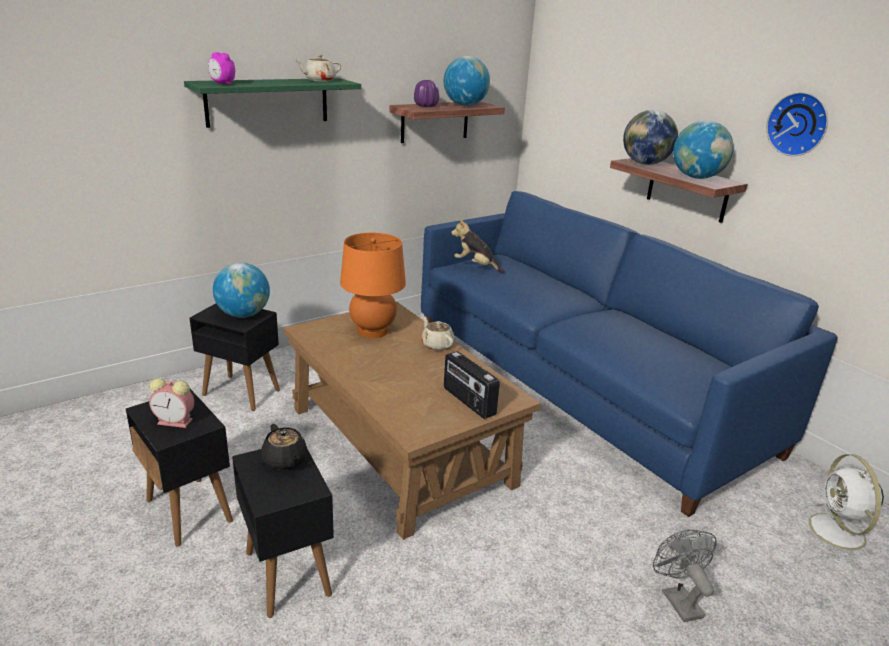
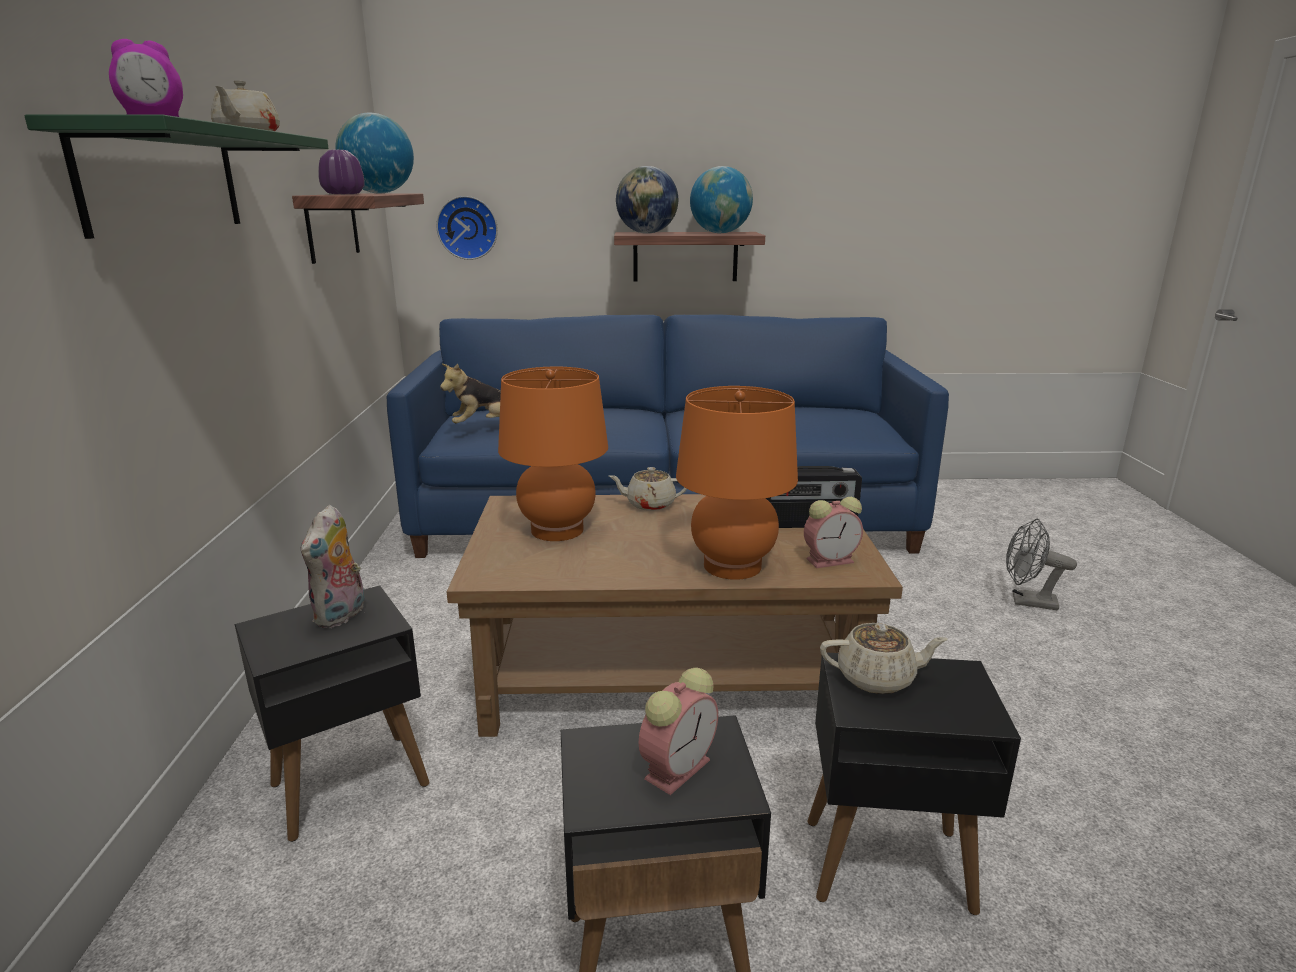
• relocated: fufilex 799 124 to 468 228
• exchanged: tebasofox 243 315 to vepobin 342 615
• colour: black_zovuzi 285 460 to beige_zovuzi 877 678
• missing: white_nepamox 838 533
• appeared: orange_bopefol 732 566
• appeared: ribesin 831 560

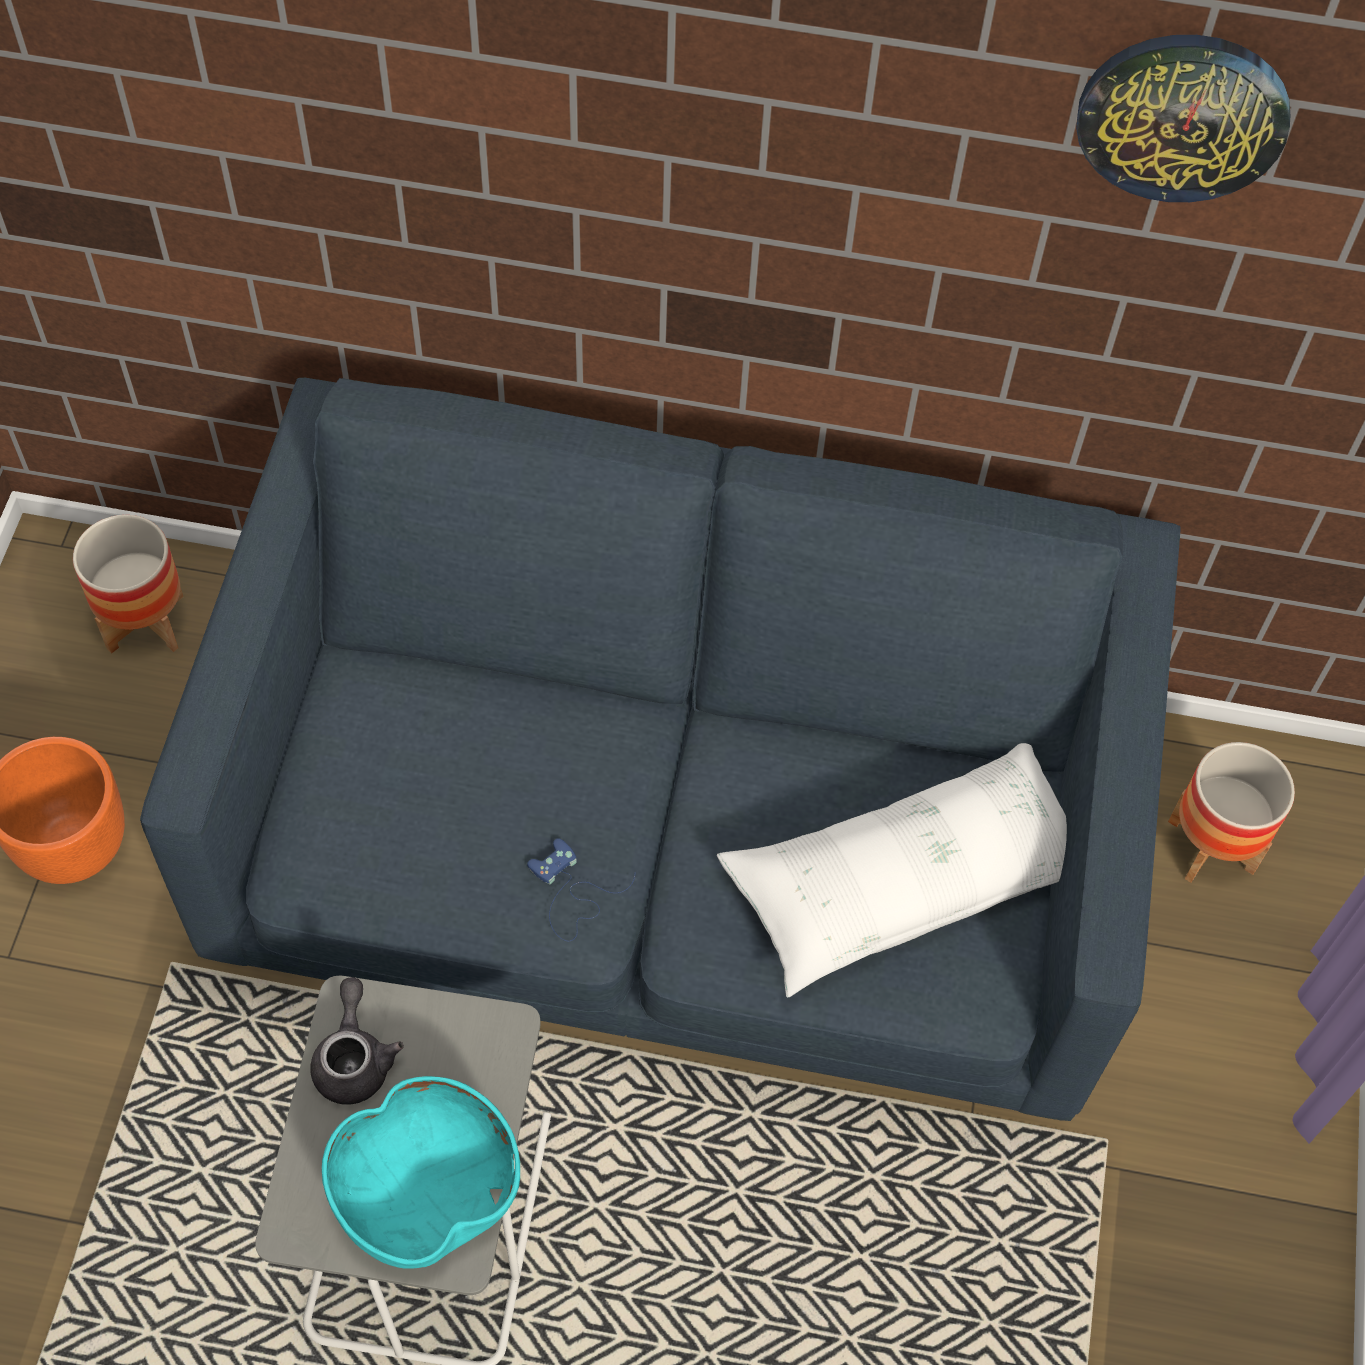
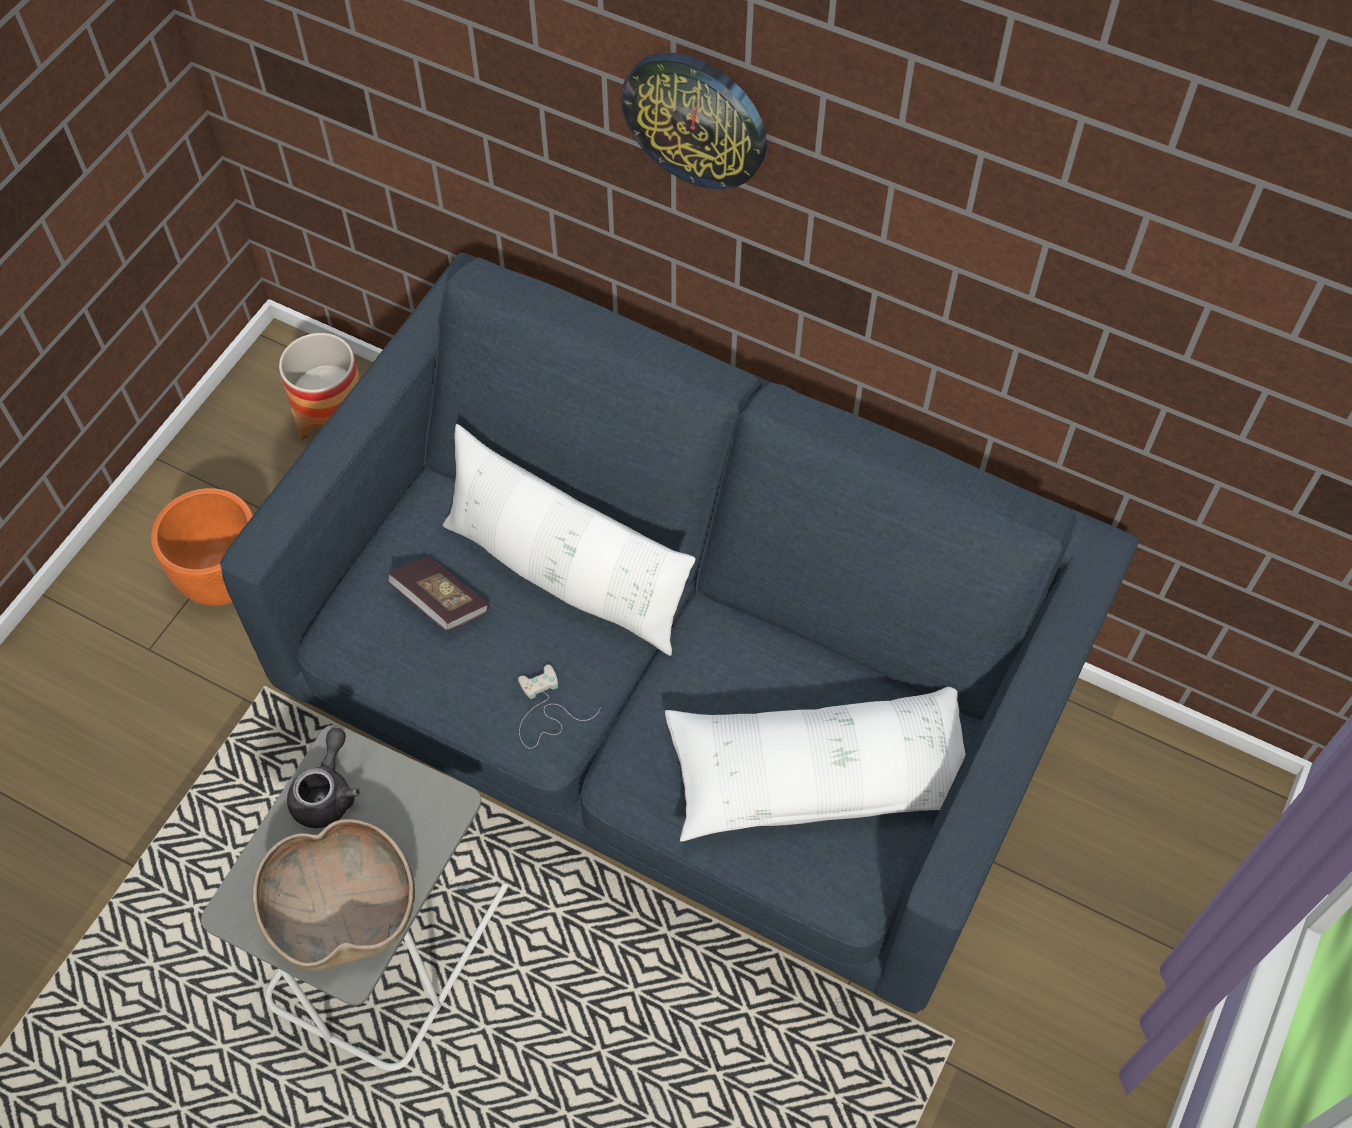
• relocated: fufilex 1182 116 to 695 119
• missing: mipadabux 1211 846
• colour: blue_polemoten 572 893 to white_polemoten 546 711
• colour: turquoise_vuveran 426 1190 to brown_vuveran 344 912
• appeared: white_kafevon 565 575
• appeared: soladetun 440 603

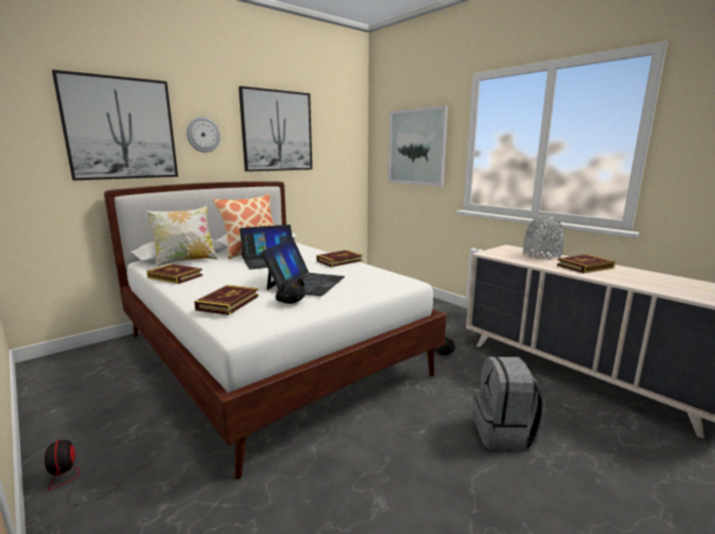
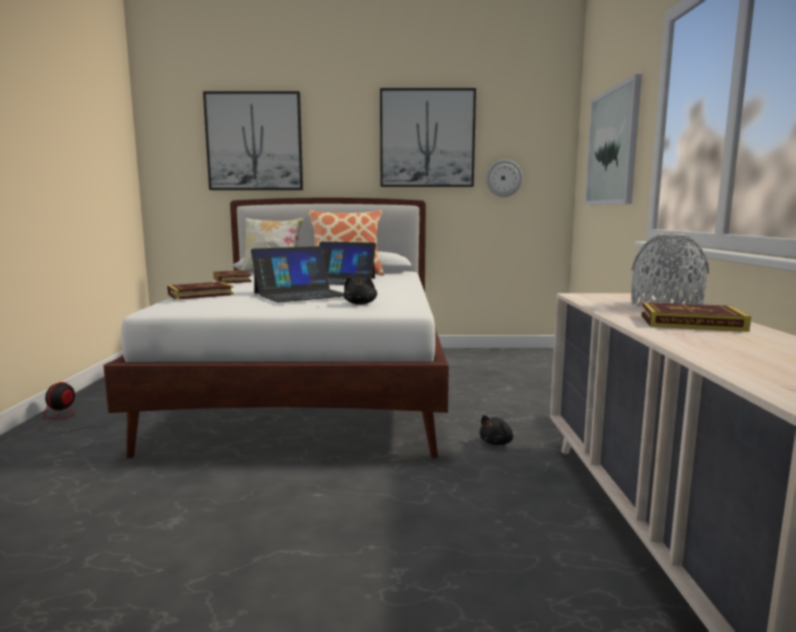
• relocated: fufilex 203 135 to 504 178
• missing: soladetun 339 261
• relocated: black_vepobin 290 301 to 360 304
• missing: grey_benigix 504 433

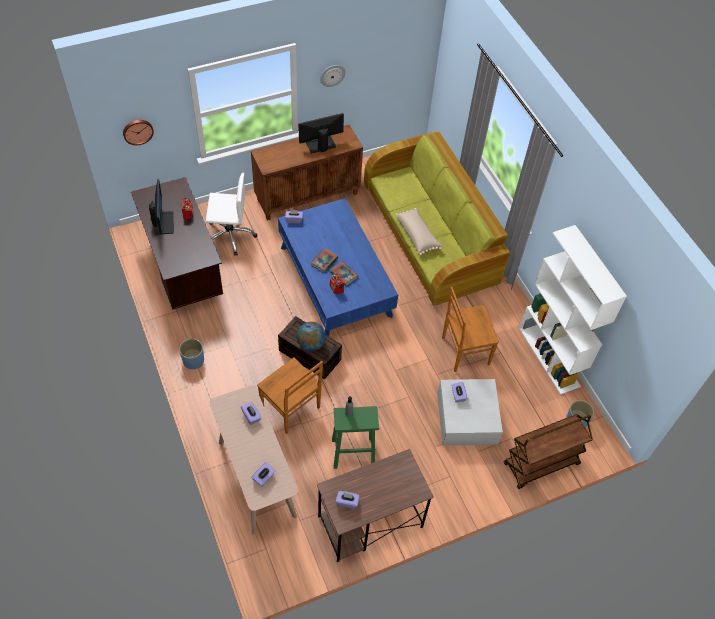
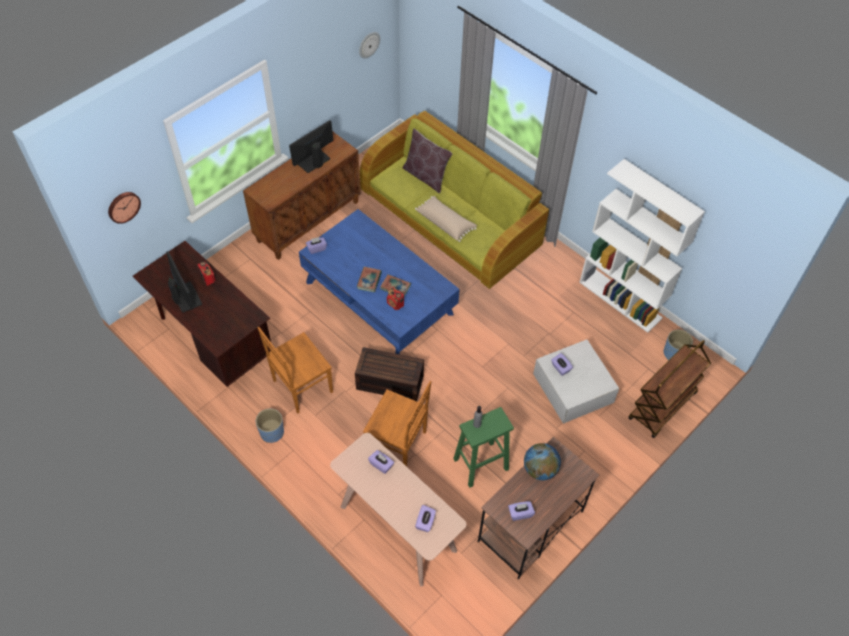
• relocated: fufilex 332 75 to 369 44
• missing: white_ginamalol 230 235
• relocated: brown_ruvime 464 351 to 301 387
• relocated: tebasofox 311 344 to 540 469
• appeared: brown_kafevon 426 176

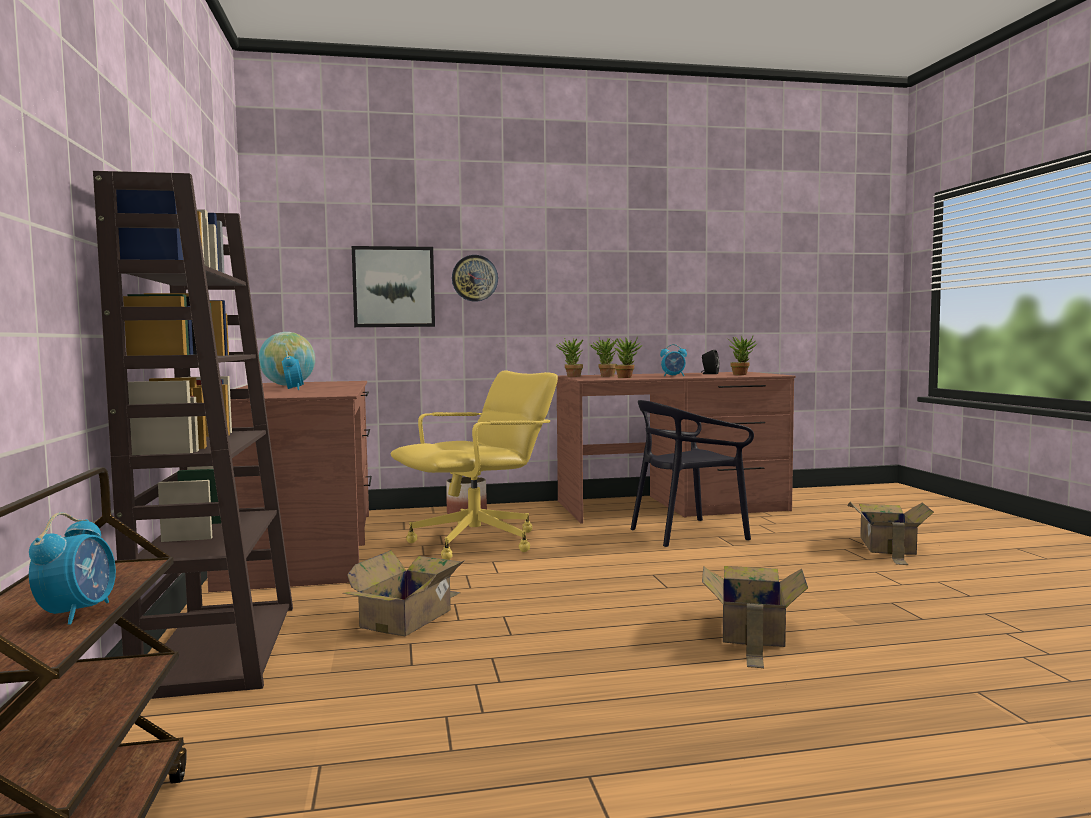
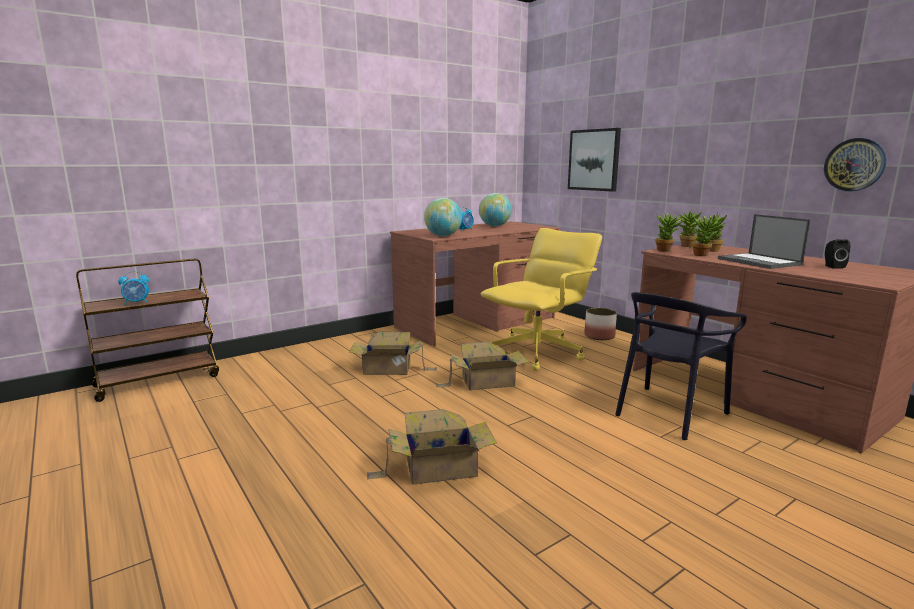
• missing: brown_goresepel 219 647
• relocated: fufilex 474 278 to 854 164
• relocated: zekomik 741 374 to 666 250
• exchanged: ribesin 673 376 to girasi 760 262
• spun: yellow_ginamalol 477 542 = 538 353 75 degrees counterclockwise
• spun: black_ruvime 688 533 = 668 412 90 degrees counterclockwise
• relocated: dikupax 887 546 to 485 382
• appeared: tebasofox 443 236

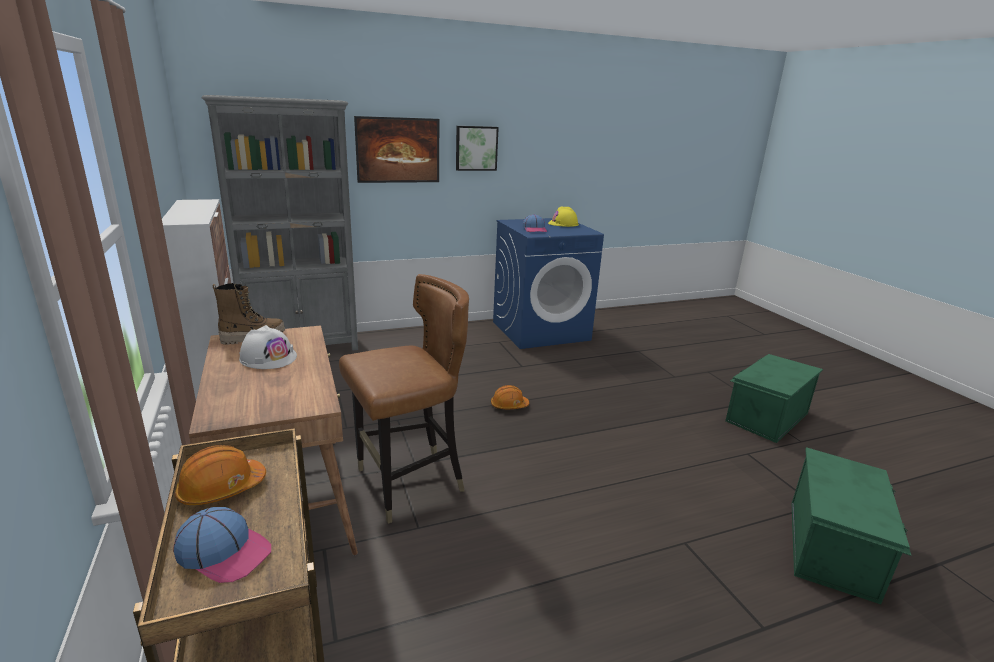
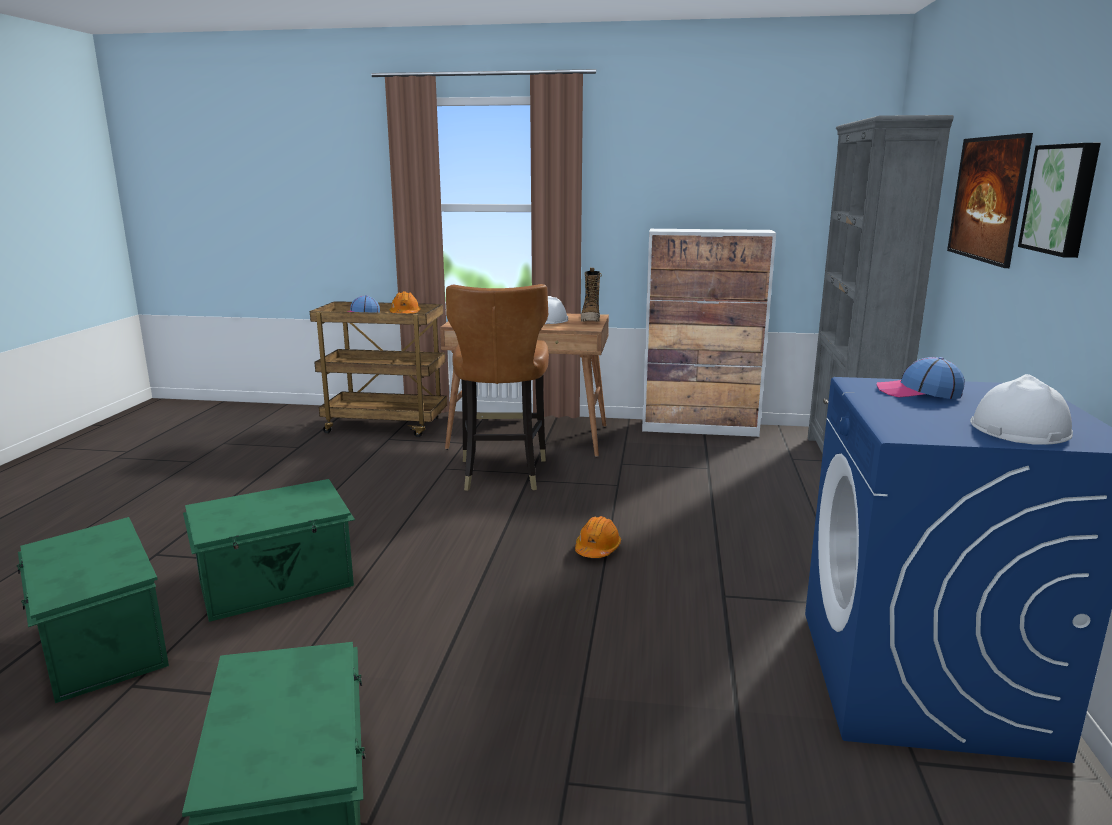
• colour: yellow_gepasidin 563 224 to white_gepasidin 1019 429
• appeared: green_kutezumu 278 584

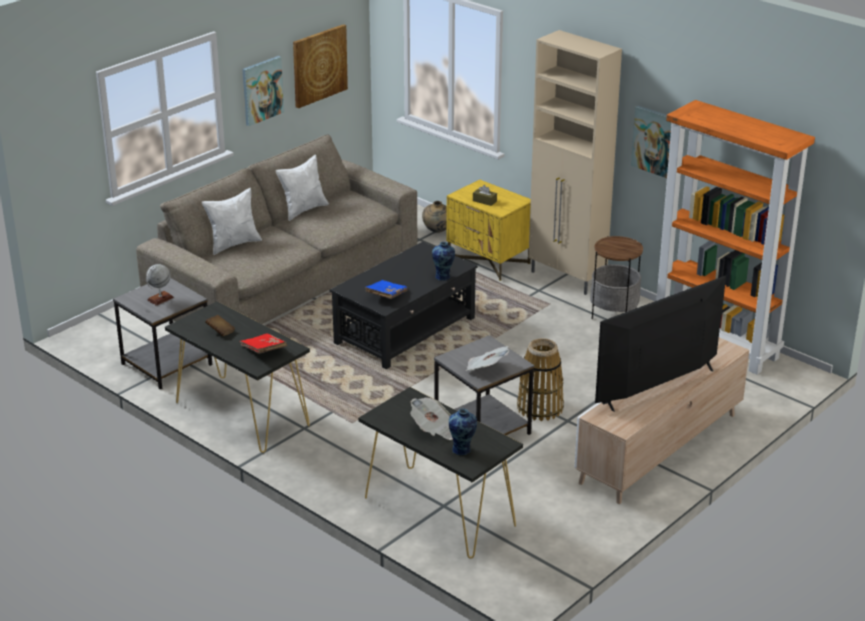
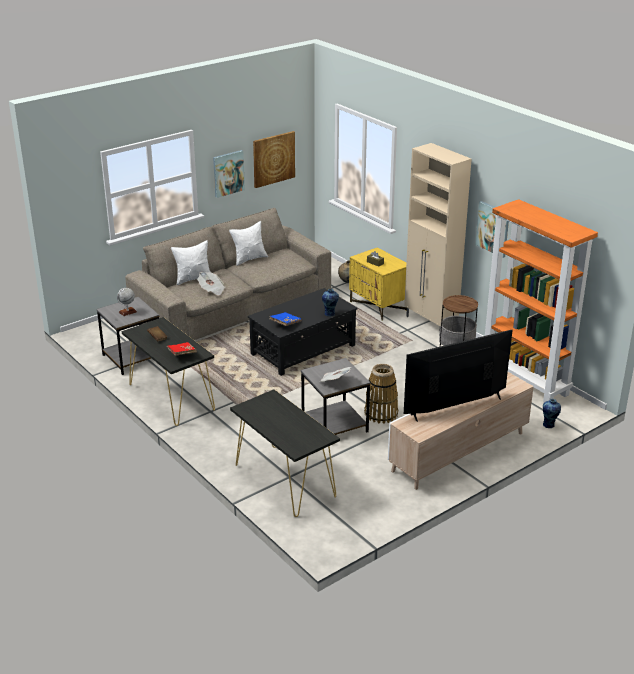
• relocated: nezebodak 434 429 to 212 290
• relocated: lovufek 462 450 to 549 425

